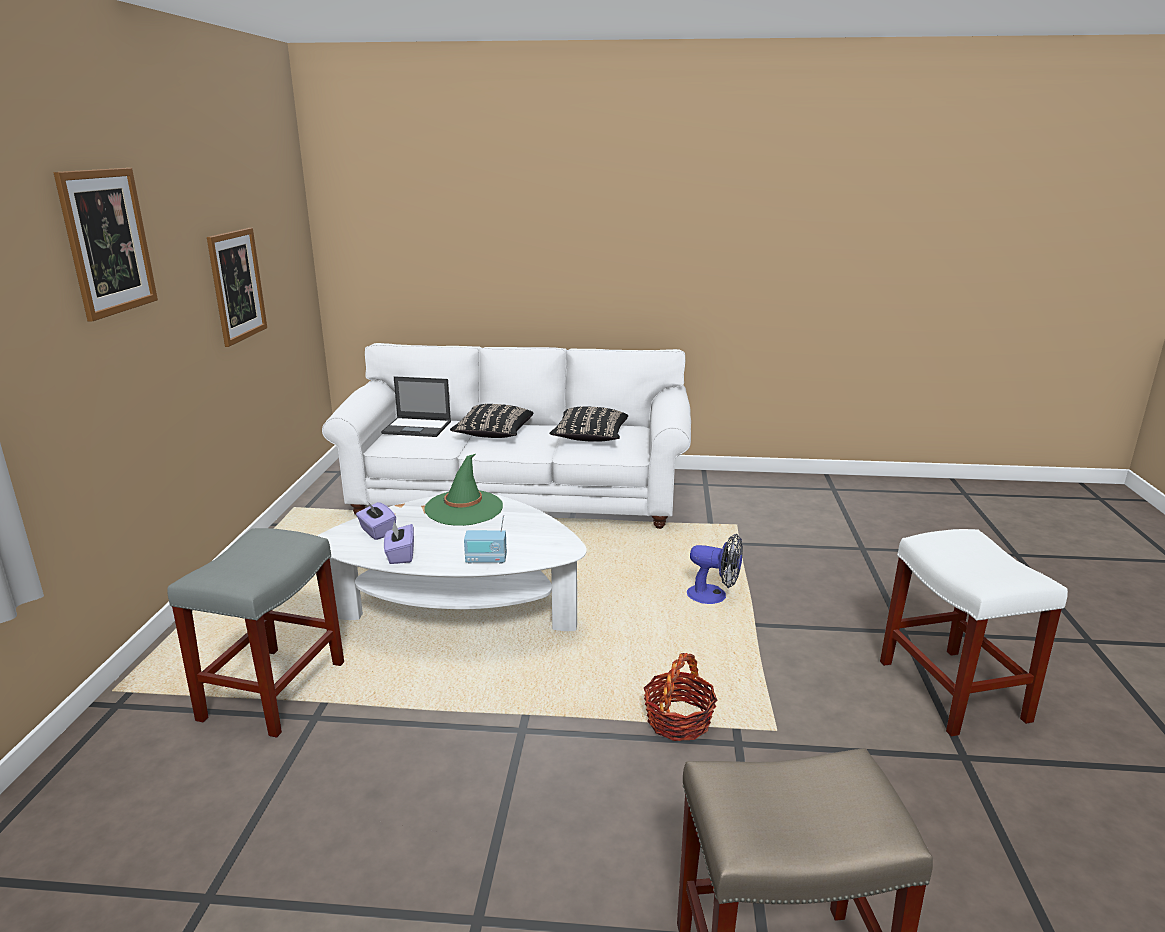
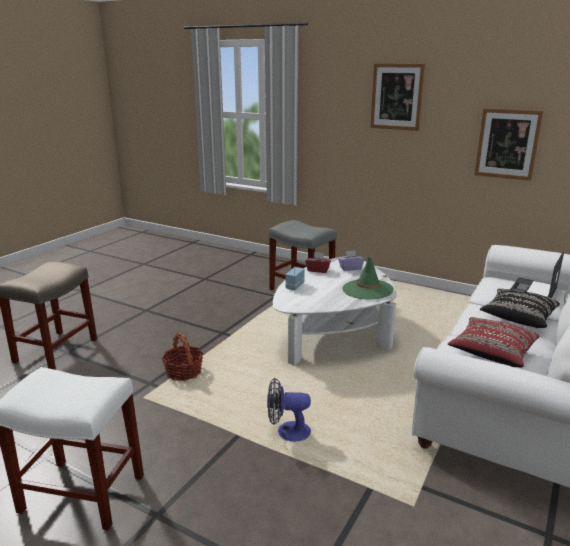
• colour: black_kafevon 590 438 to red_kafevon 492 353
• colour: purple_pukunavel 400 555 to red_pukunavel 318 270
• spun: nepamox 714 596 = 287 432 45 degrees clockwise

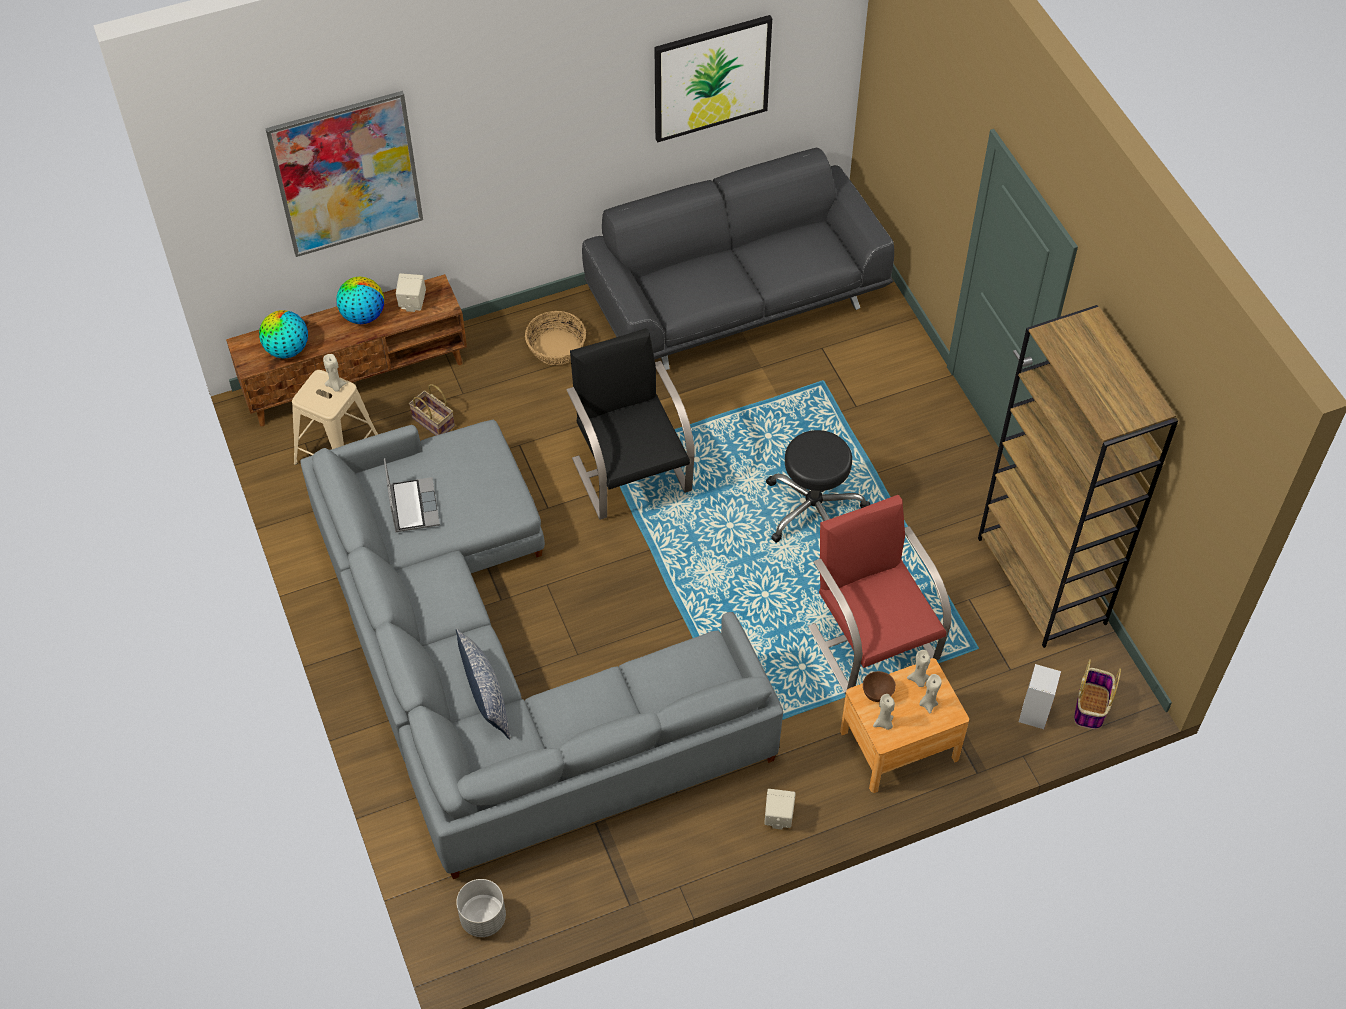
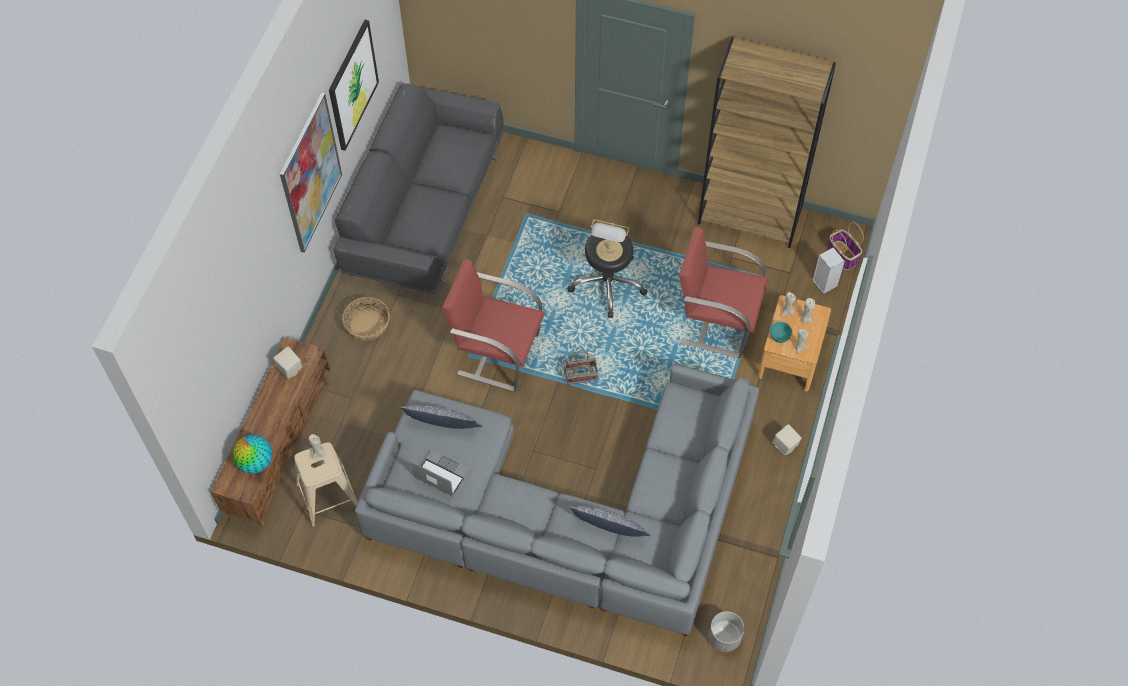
• relocated: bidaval 347 174 to 310 173
• missing: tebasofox 363 315
• colour: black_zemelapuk 631 473 to red_zemelapuk 497 353
• relocated: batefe 434 422 to 581 375
• colour: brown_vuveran 878 693 to turquoise_vuveran 779 337
• appeared: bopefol 609 251
• appeared: kafevon 442 424

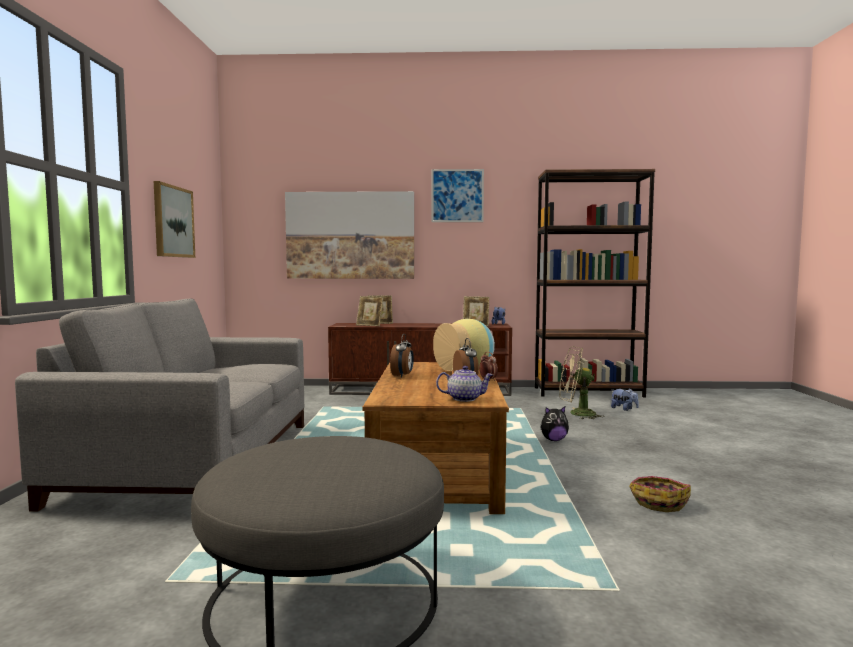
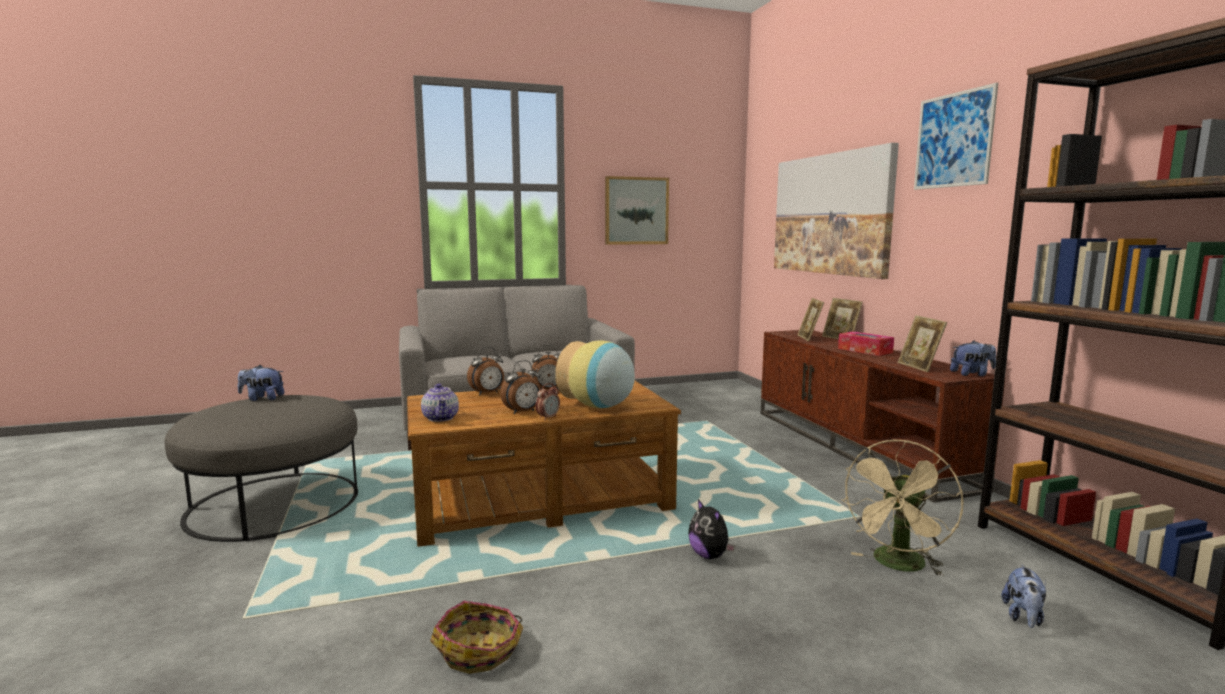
• spun: beige_nepamox 576 414 = 898 566 135 degrees counterclockwise
• appeared: pukunavel 865 350
• appeared: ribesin 488 393
• appeared: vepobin 262 399

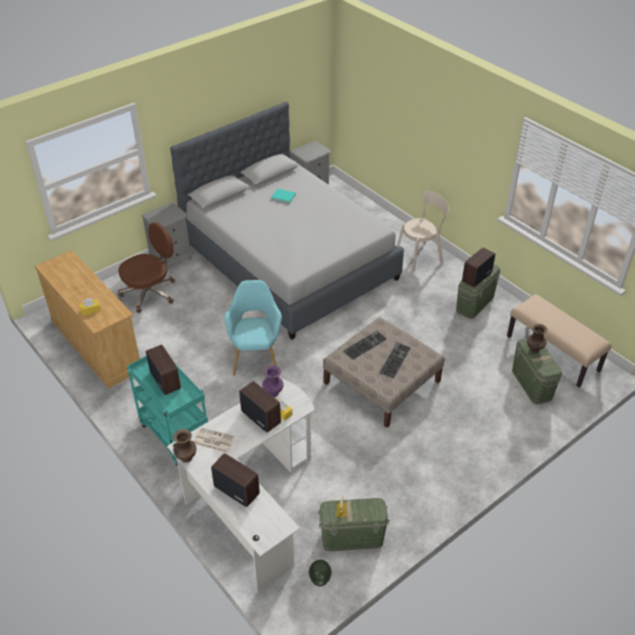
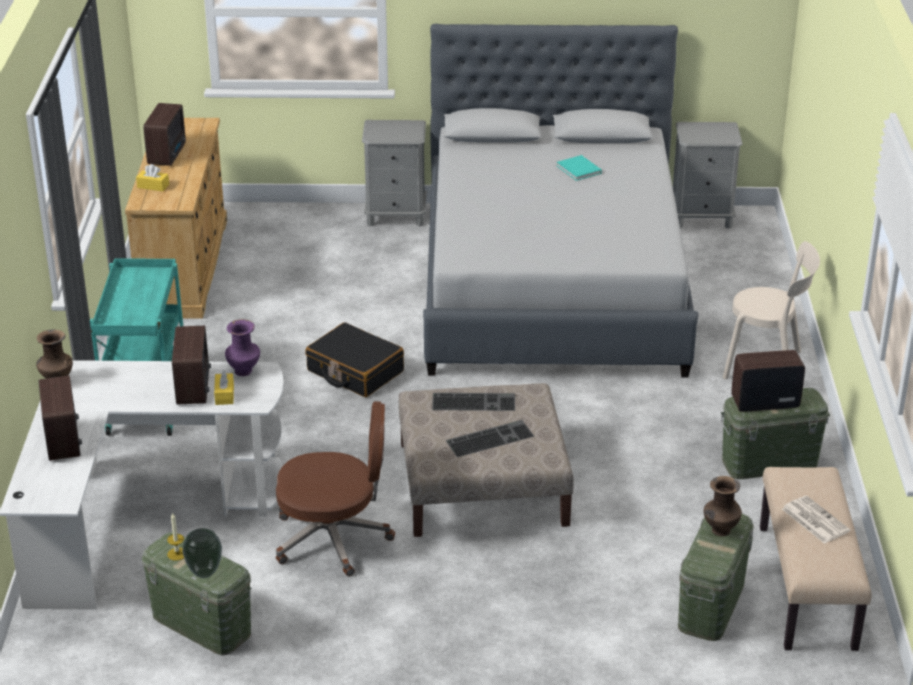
• relocated: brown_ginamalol 150 293 to 334 538
• exchanged: turquoise_zemelapuk 256 356 to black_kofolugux 354 371
• relocated: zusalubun 165 380 to 168 154
• relocated: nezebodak 213 440 to 814 520
• relocated: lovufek 320 581 to 205 573

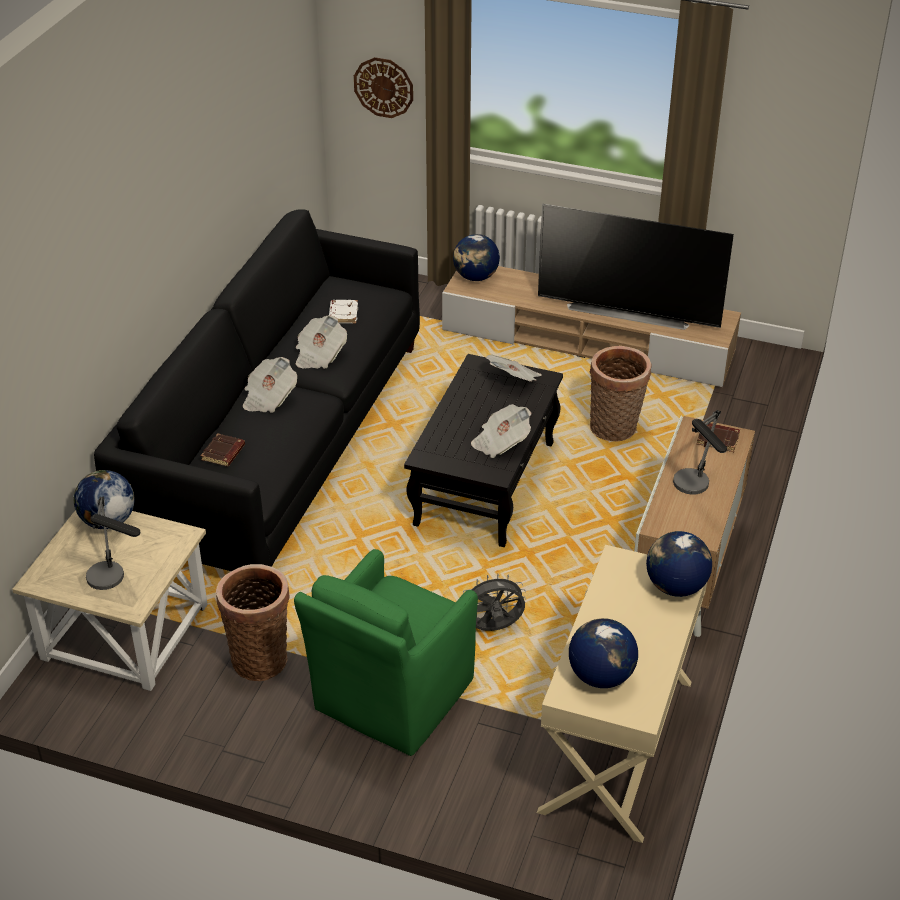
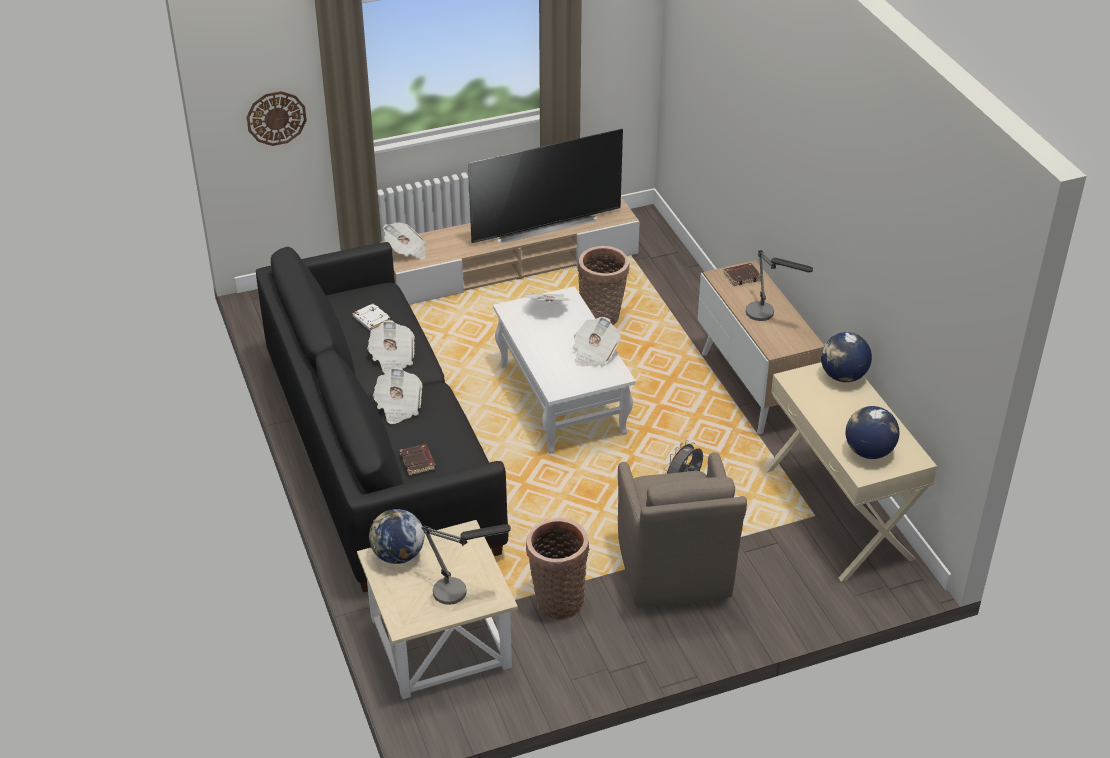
• exchanged: tebasofox 476 277 to nezebodak 406 251
• colour: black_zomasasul 485 482 to white_zomasasul 561 398
• colour: green_zemelapuk 390 698 to brown_zemelapuk 674 571

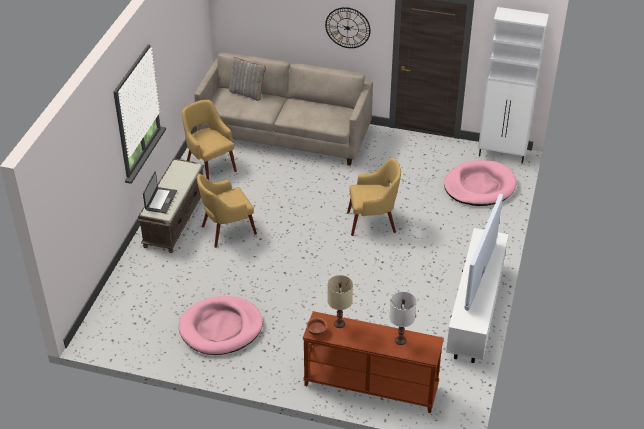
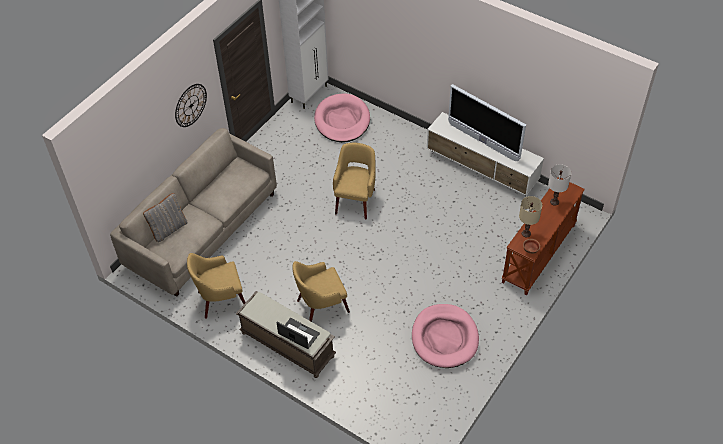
• spun: yellow_zemelapuk 227 230 = 321 306 75 degrees clockwise

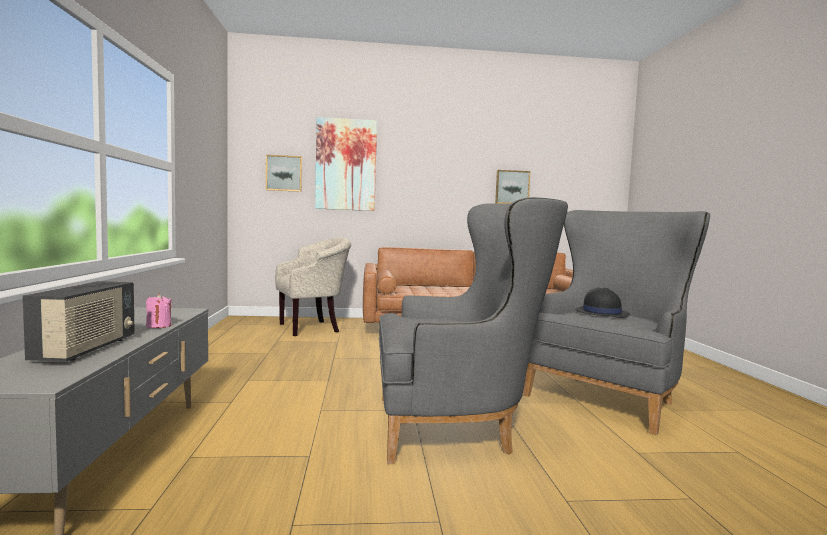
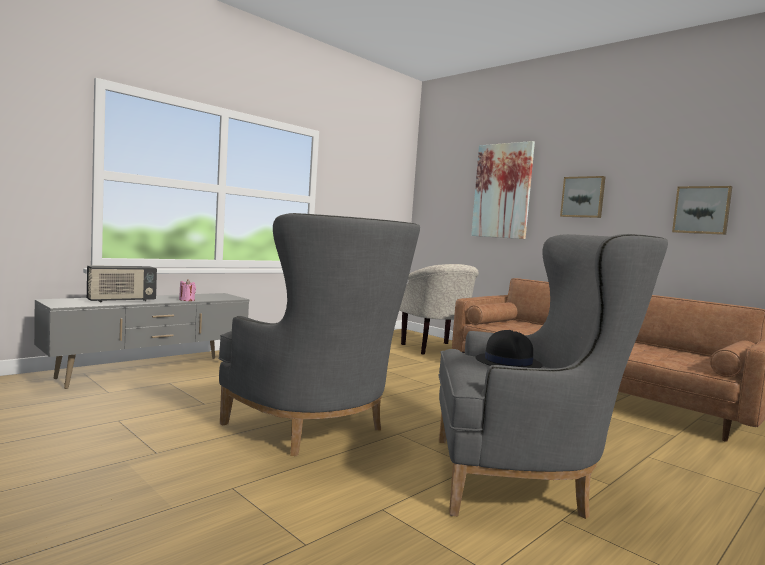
• relocated: bidaval 284 173 to 583 197
• spun: beige_zemelapuk 312 328 = 436 349 45 degrees clockwise

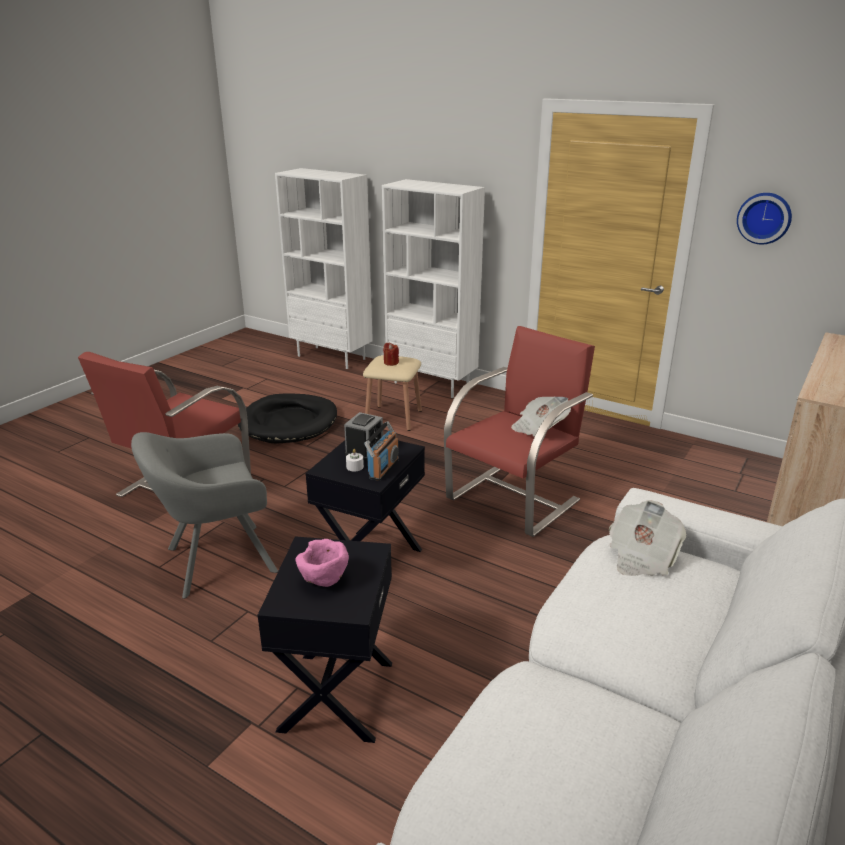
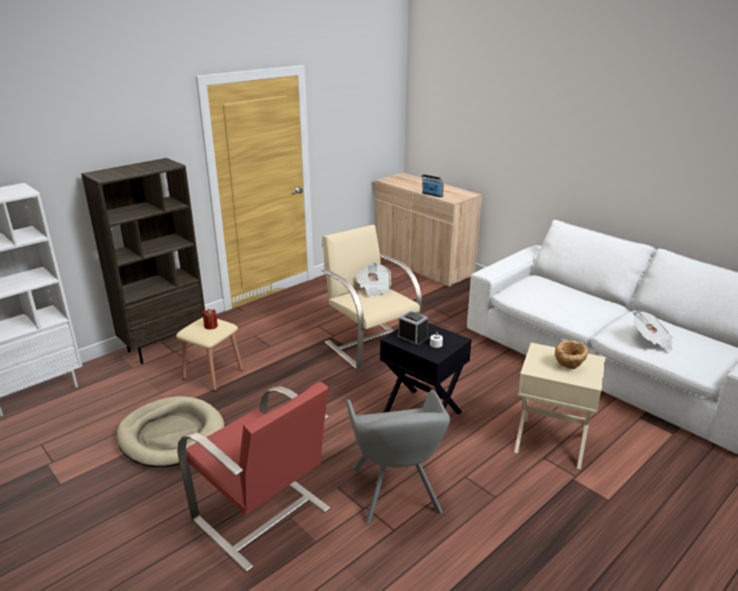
• colour: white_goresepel 432 384 to brown_goresepel 165 345
• missing: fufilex 764 218
• colour: red_zemelapuk 514 499 to beige_zemelapuk 370 344
• colour: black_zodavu 289 422 to beige_zodavu 171 435
• relocated: zusalubun 383 469 to 432 195
• relocated: nezebodak 641 556 to 651 340
• colour: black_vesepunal 335 695 to beige_vesepunal 550 442
• colour: pink_vuveran 324 581 to brown_vuveran 569 366

